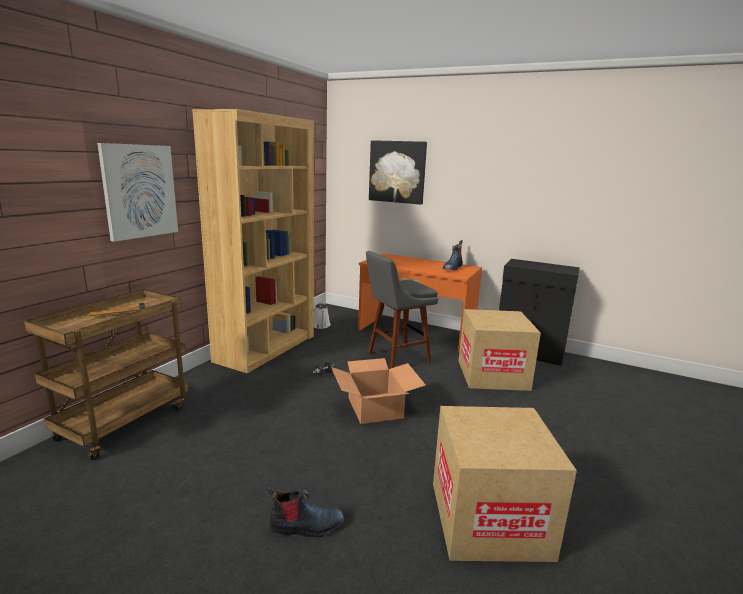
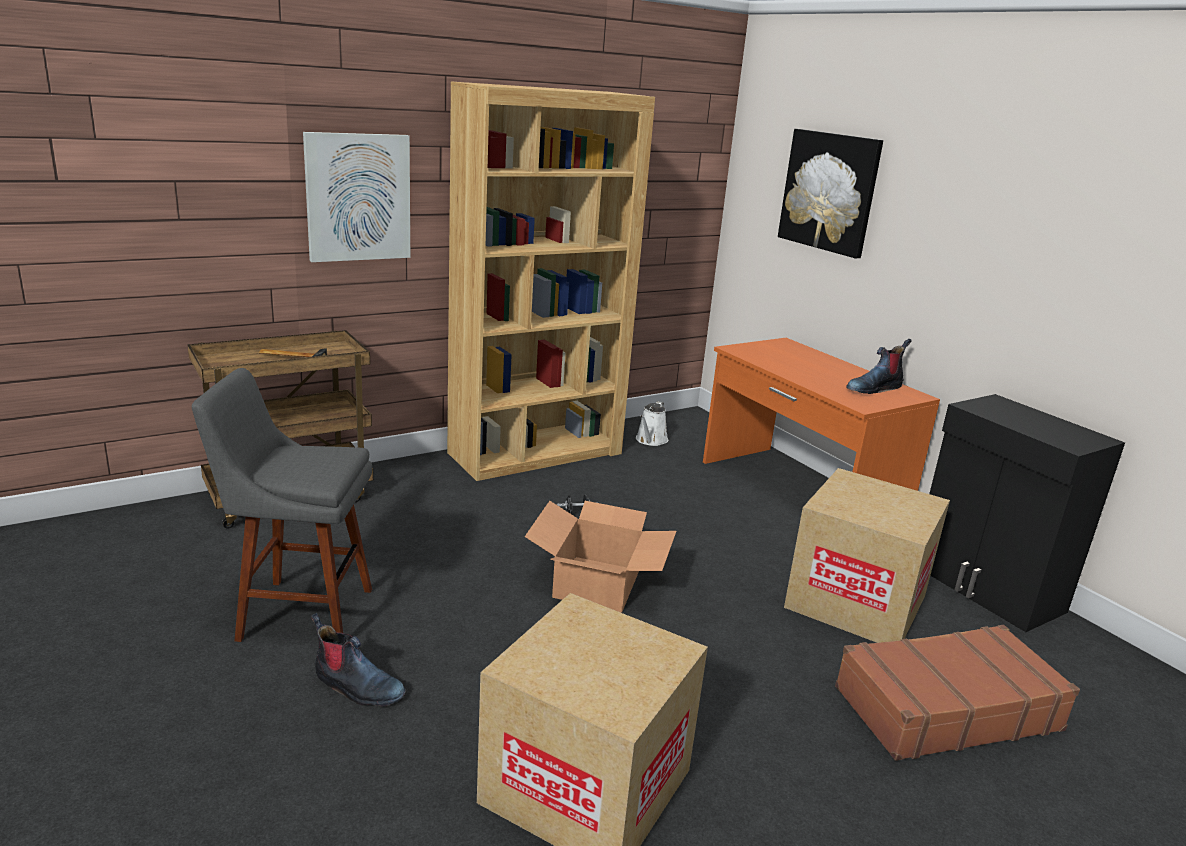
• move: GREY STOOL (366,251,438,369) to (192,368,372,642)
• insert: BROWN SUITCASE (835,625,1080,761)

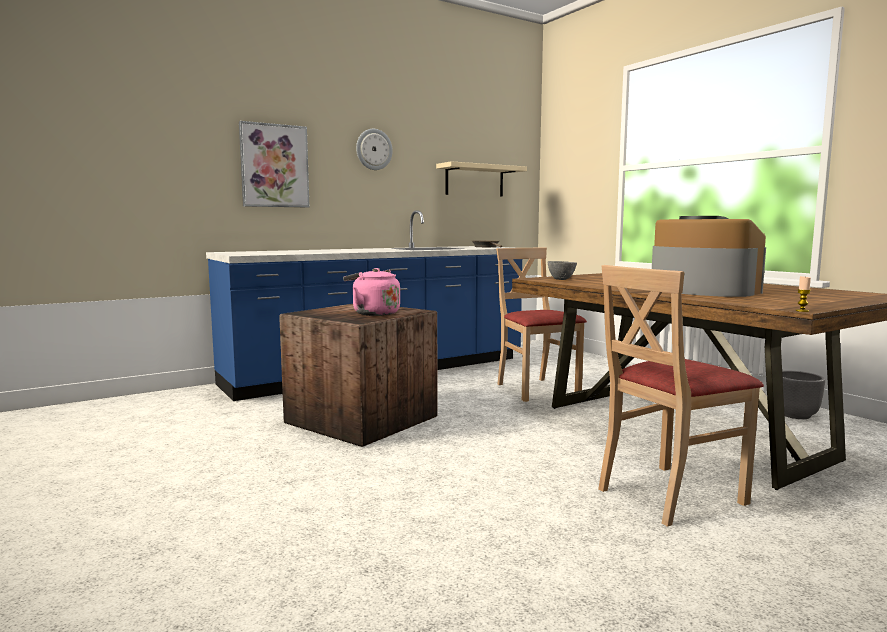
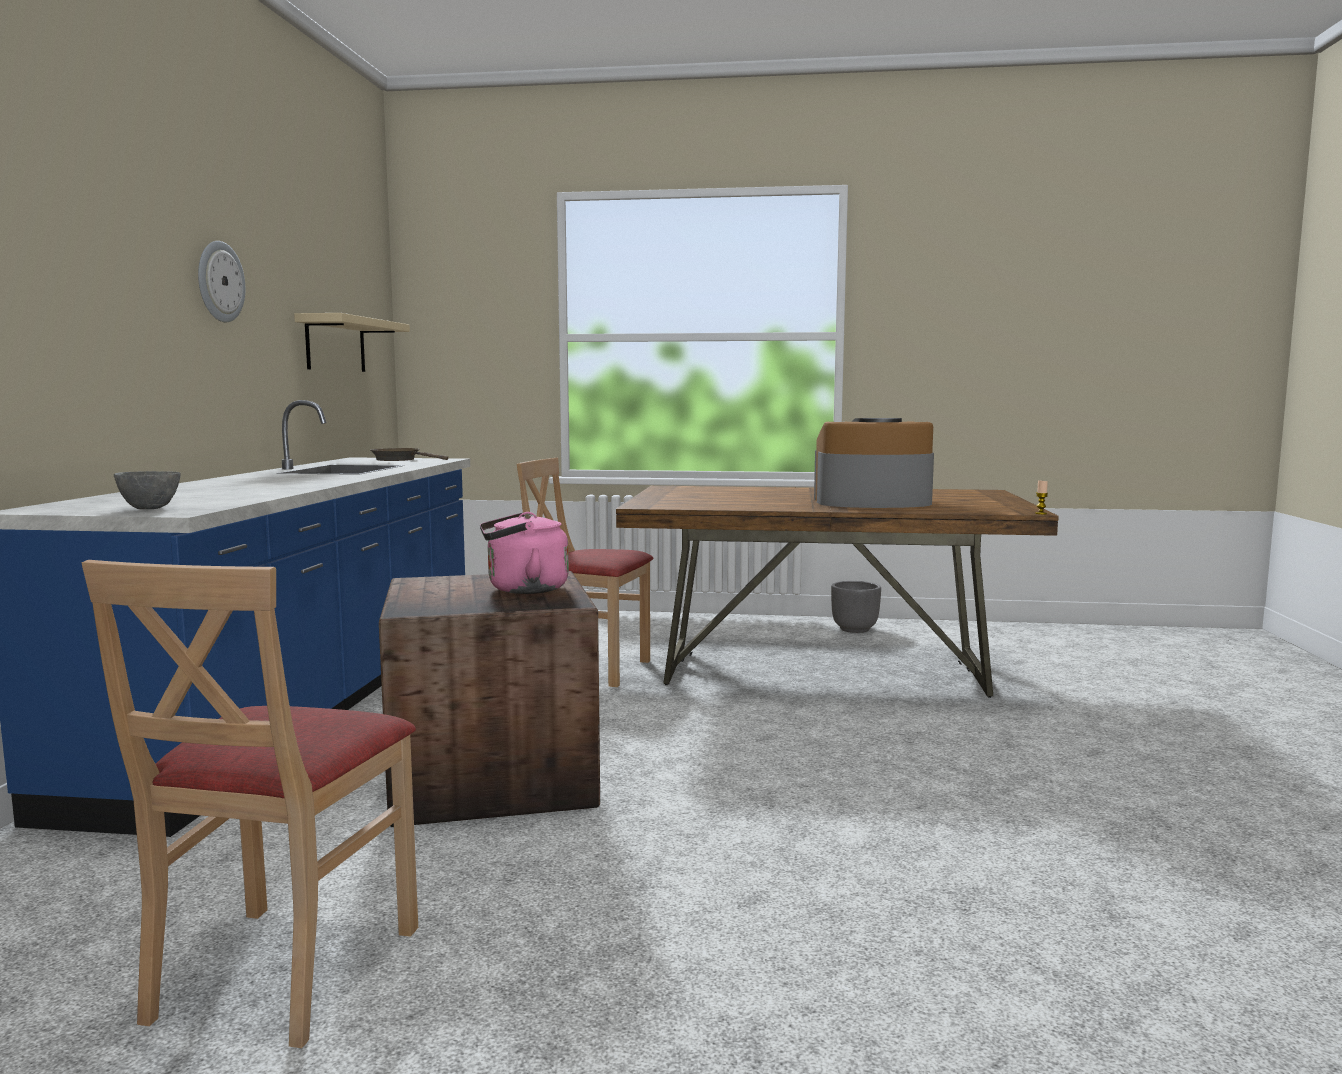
• move: BEIGE CHAIR (598,265,764,527) to (82,560,418,1048)
• move: GREY BOWL (547,261,577,280) to (114,471,181,509)
• delete: PICTURE (239,121,310,207)

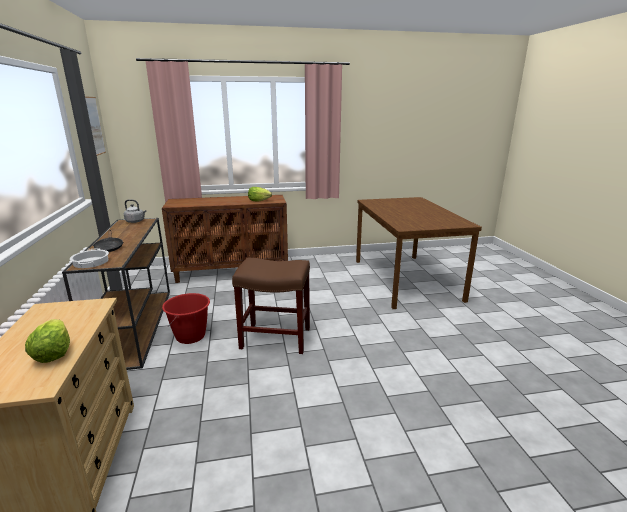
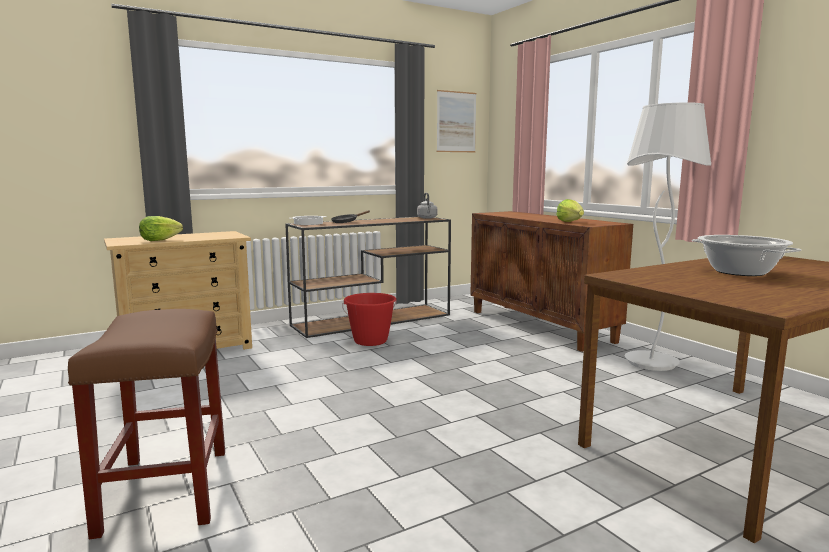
• move: BROWN STOOL (232,258,310,354) to (68,309,225,539)
• insert: WHITE FLOOR LAMP (625,102,711,371)
• insert: COOKING POT (692,235,801,276)

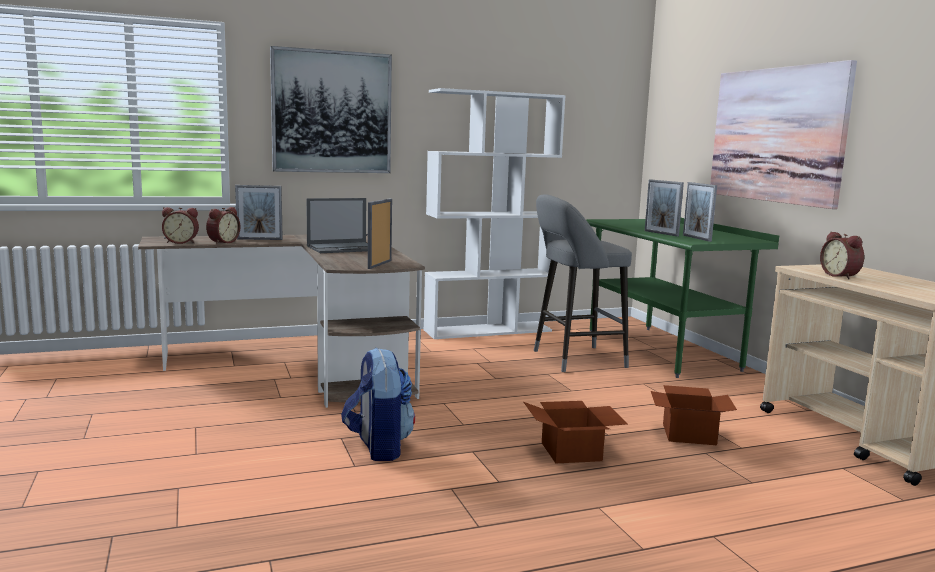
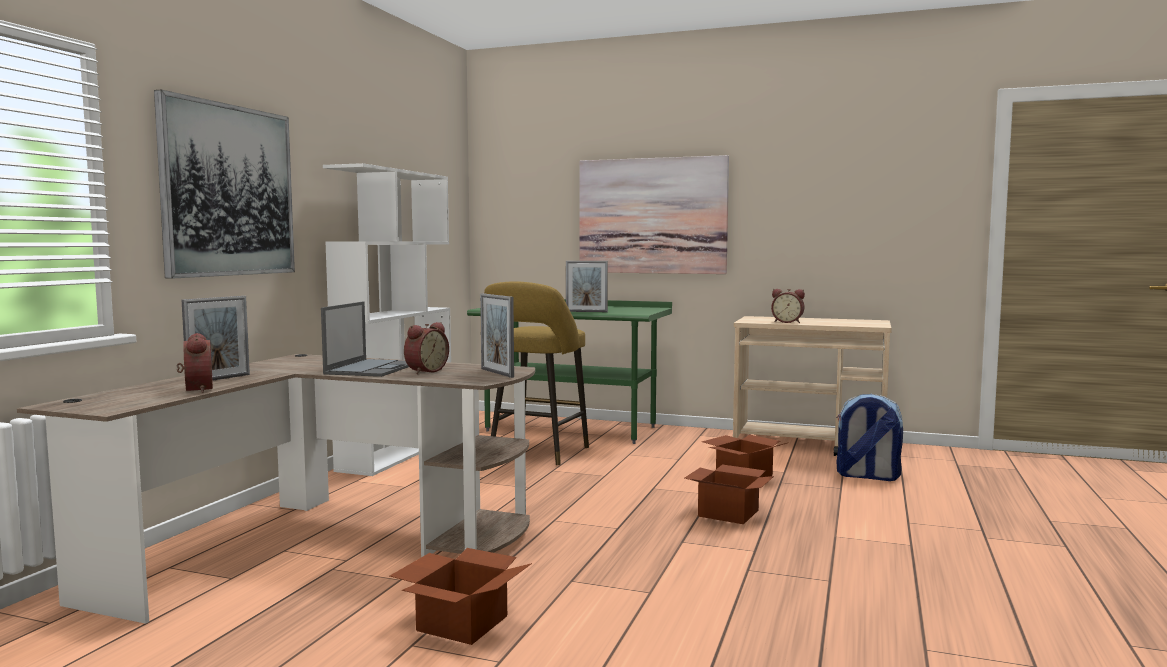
• insert: CARDBOARD BOX (390,548,532,645)
• move: ALARM CLOCK (162,207,199,244) to (404,322,449,374)
• recolor: GREY STOOL (534,194,632,372) to YELLOW STOOL (484,281,589,465)
• move: BACKPACK (341,347,415,461) to (836,394,903,481)
• delete: PICTURE FRAME (683,182,717,242)

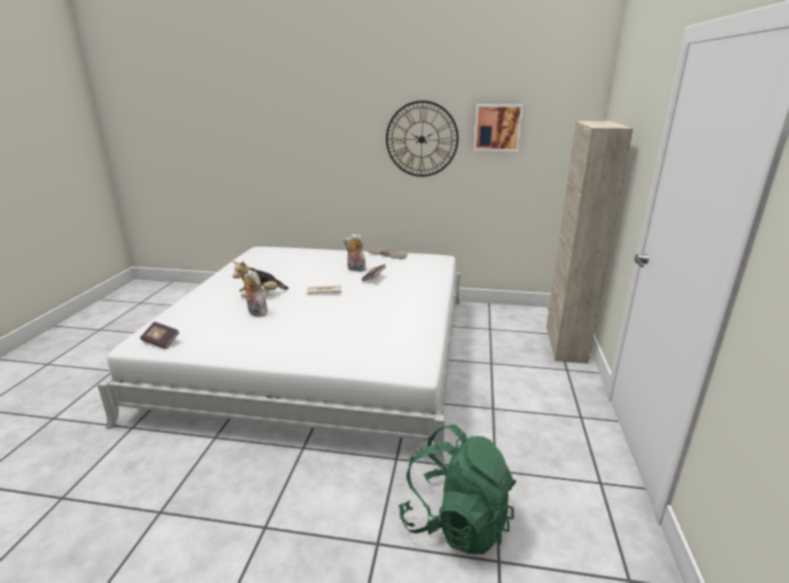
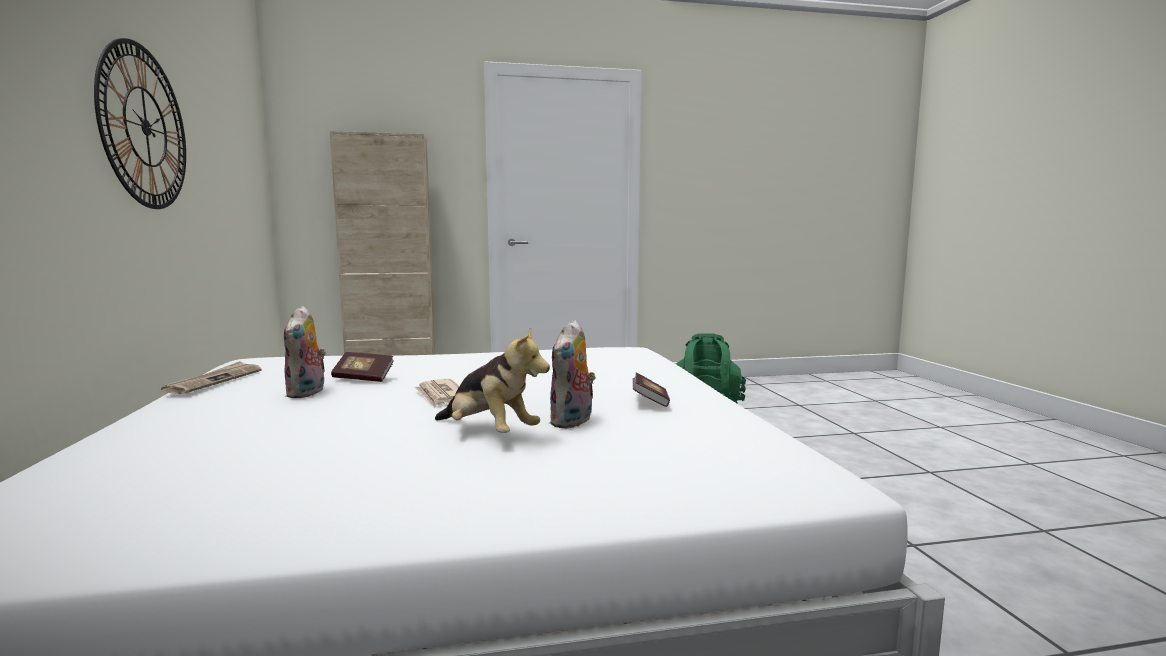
• move: BOOK (140,322,179,349) to (633,373,670,407)
• delete: PICTURE (474,104,523,151)

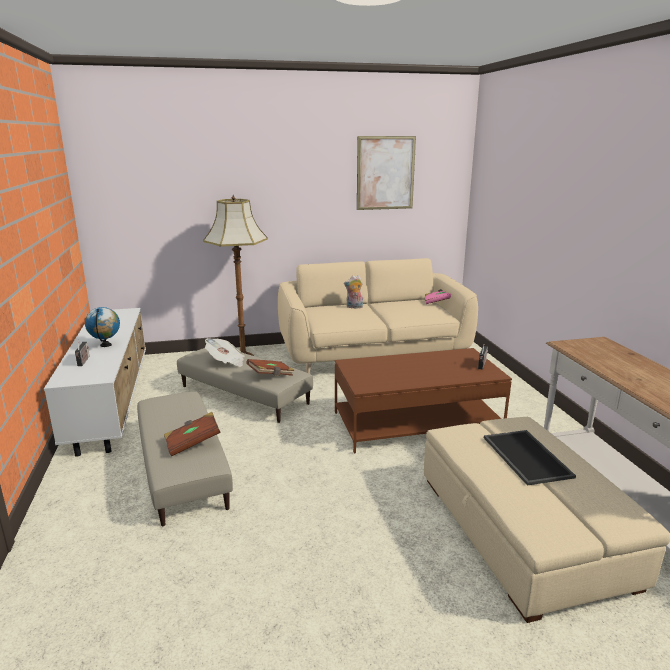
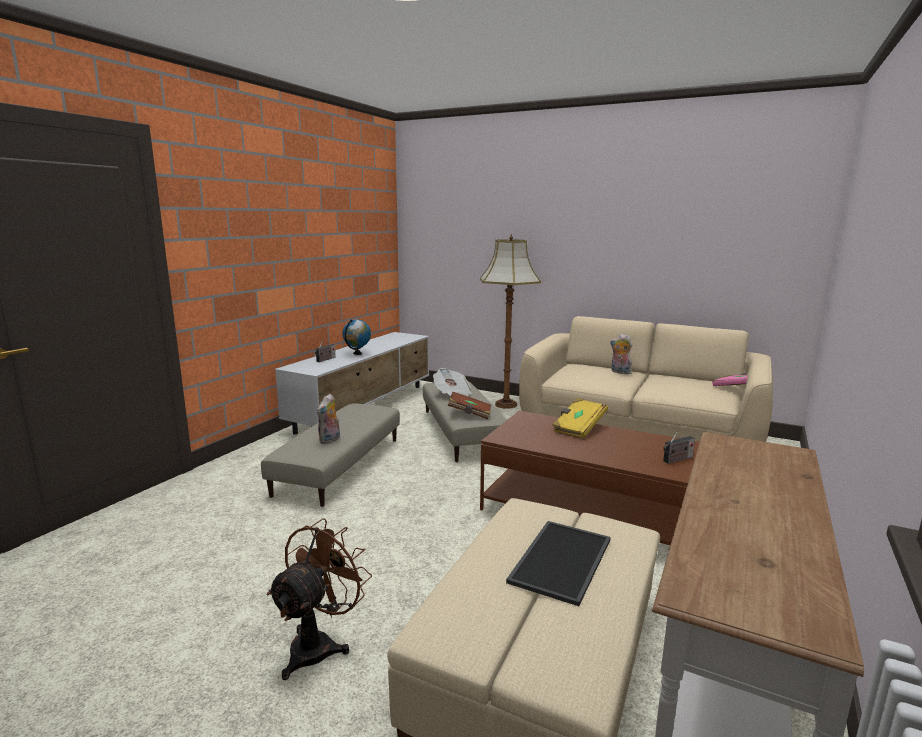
• insert: BROWN FAN (267,518,372,680)
• replace: BROWN BOOK (164,412,221,456) to PLUSH TOY (317,394,340,444)
• insert: YELLOW BOOK (552,398,608,438)
• delete: PICTURE (357,136,416,210)

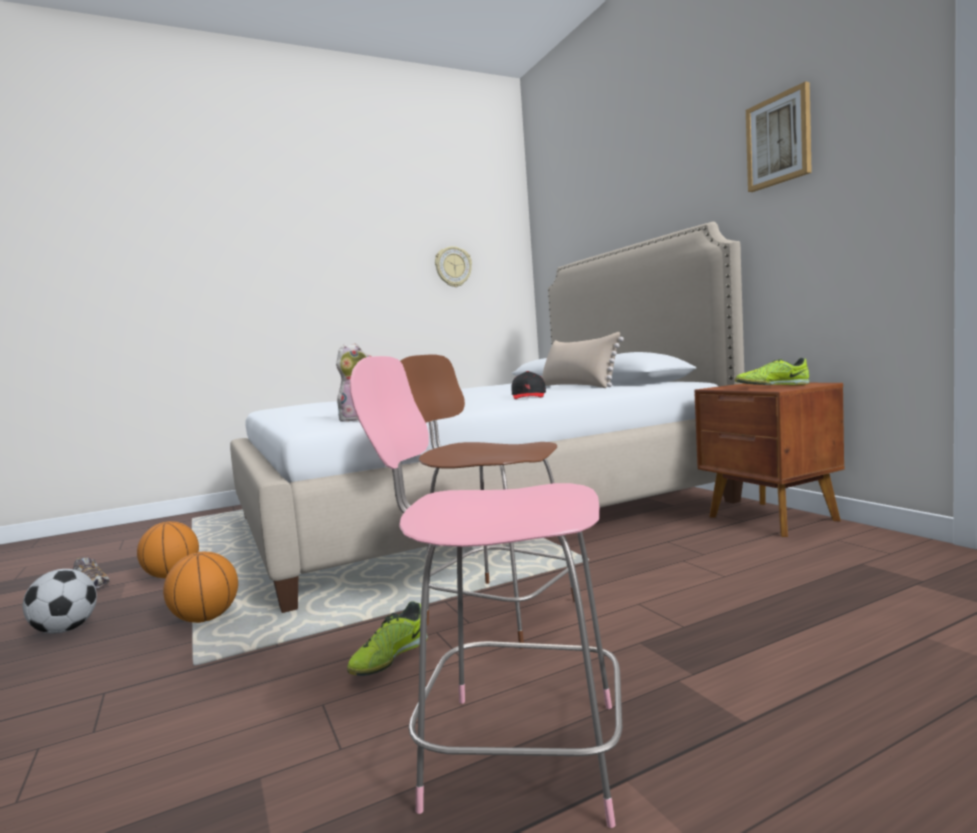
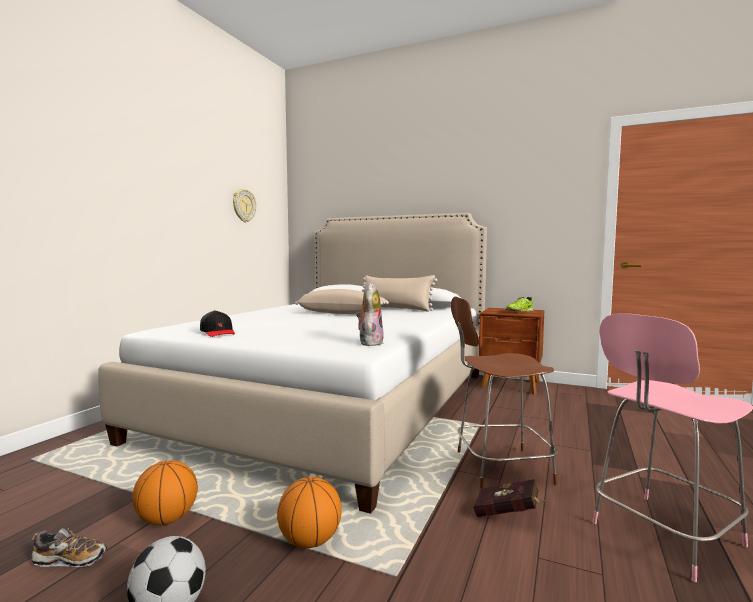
• move: BLACK CAP (511,371,546,399) to (200,310,235,337)
• insert: BEIGE PILLOW (295,289,389,314)
• replace: SHOE (347,601,428,676) to RED BOOK (473,479,548,517)
• delete: PICTURE (746,81,812,192)

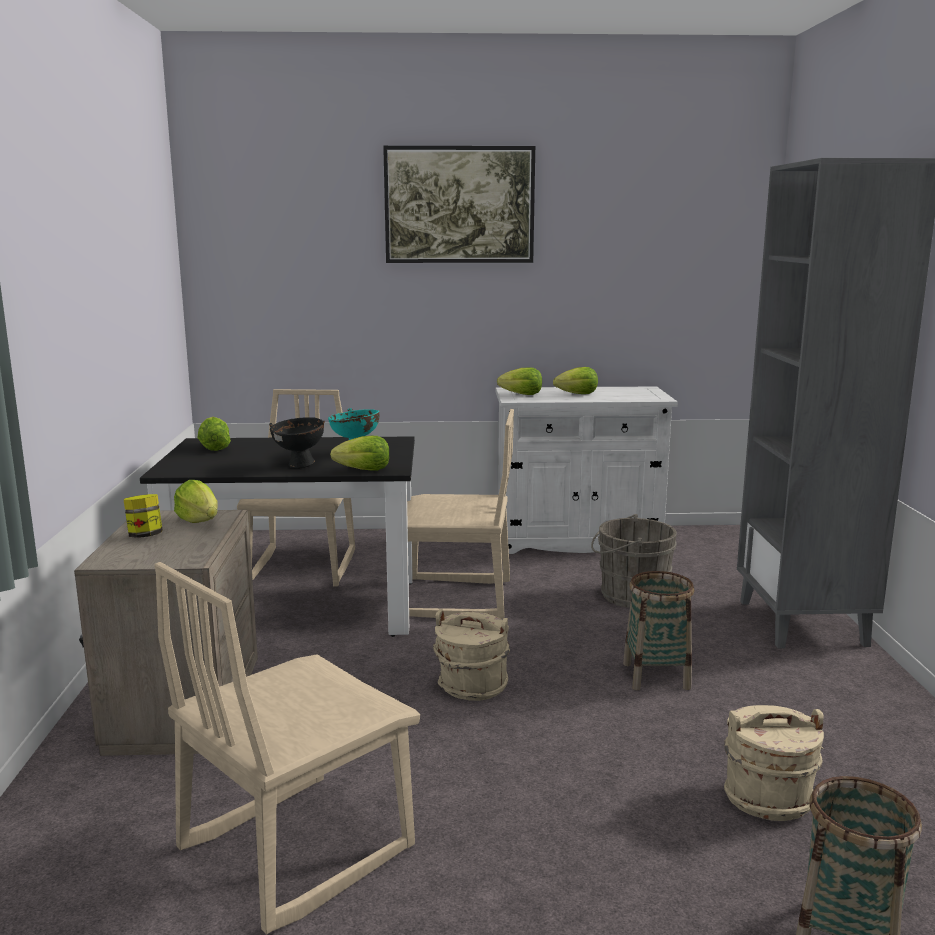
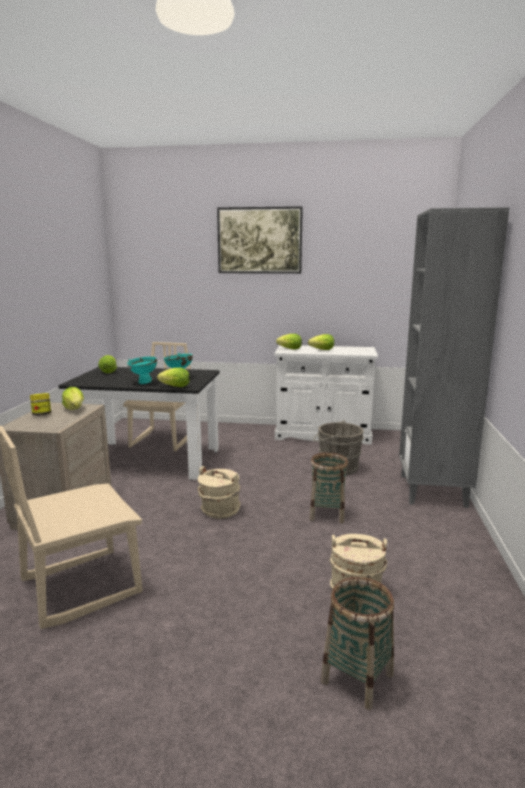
• recolor: BLACK BOWL (269,417,325,468) to TURQUOISE BOWL (127,357,157,384)
• delete: BEIGE CHAIR (407,409,514,619)

